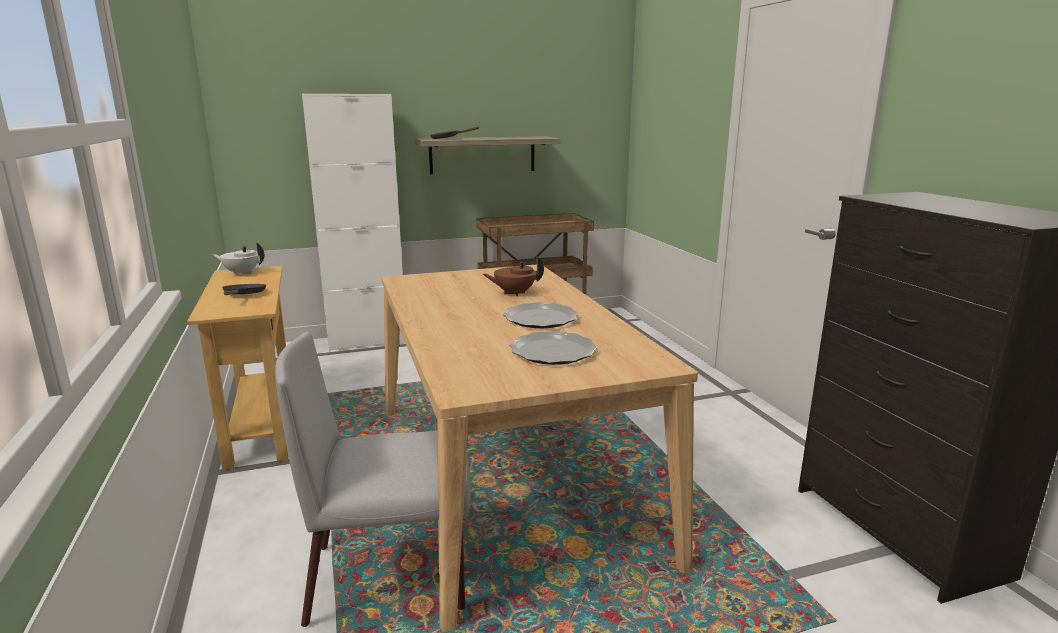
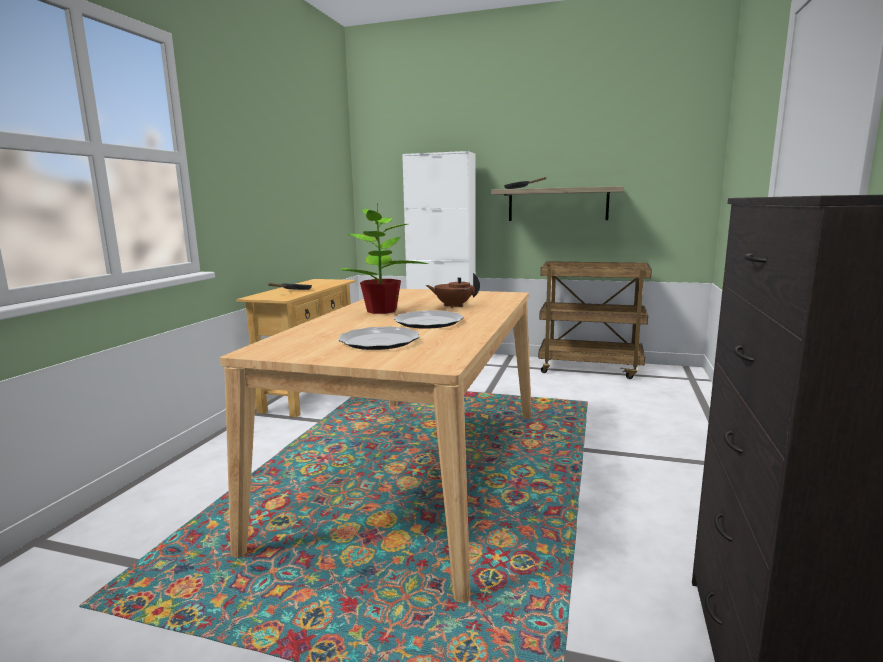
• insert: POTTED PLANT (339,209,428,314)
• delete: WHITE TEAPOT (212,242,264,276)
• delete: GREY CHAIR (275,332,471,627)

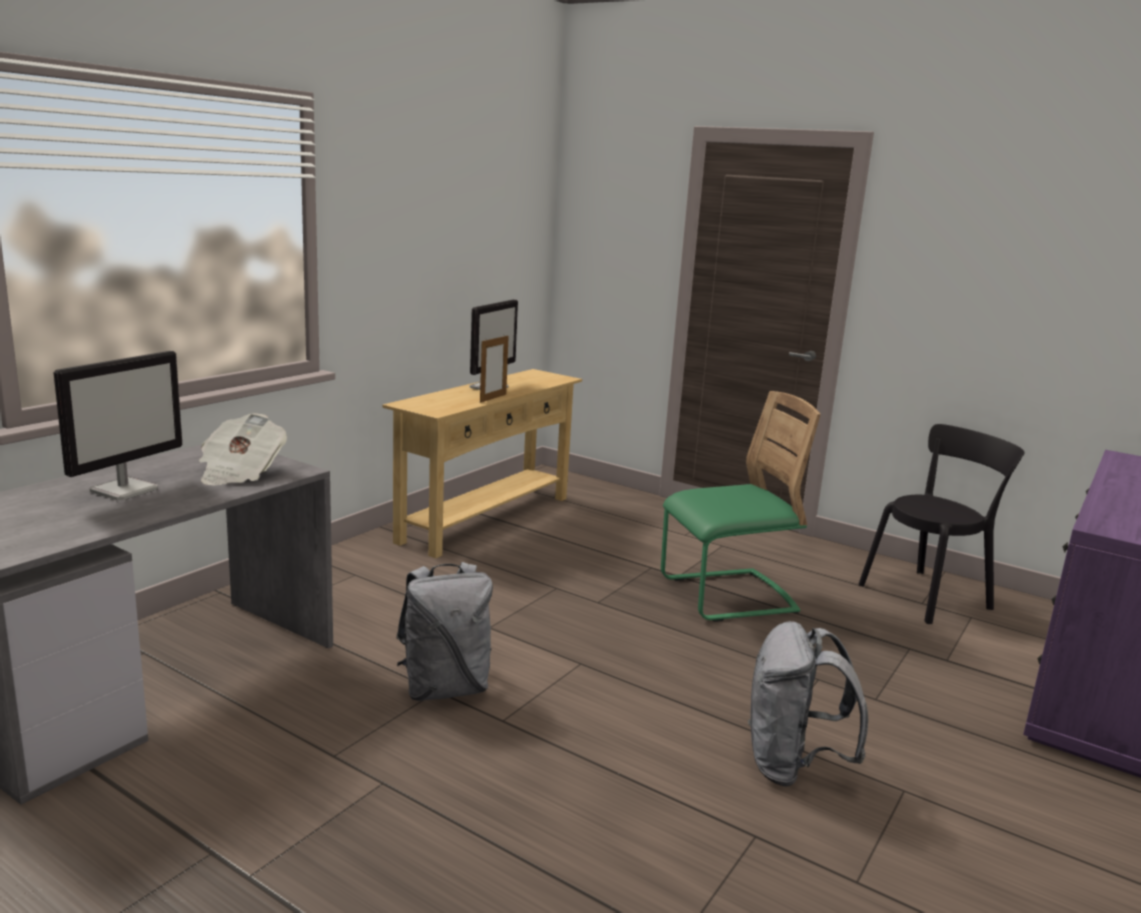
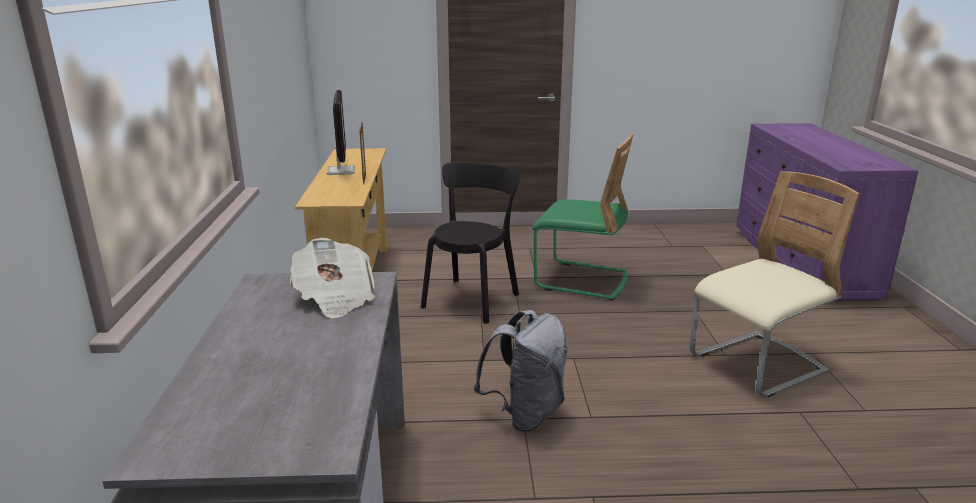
• move: BLACK CHAIR (859,424,1024,624) to (421,162,521,324)
• rotate: GREEN CHAIR (661,391,821,622) = (532,133,634,301) 75 degrees clockwise
• replace: GREY BACKPACK (748,621,868,787) to BEIGE CHAIR (690,171,860,397)
• delete: MONITOR (54,351,182,500)

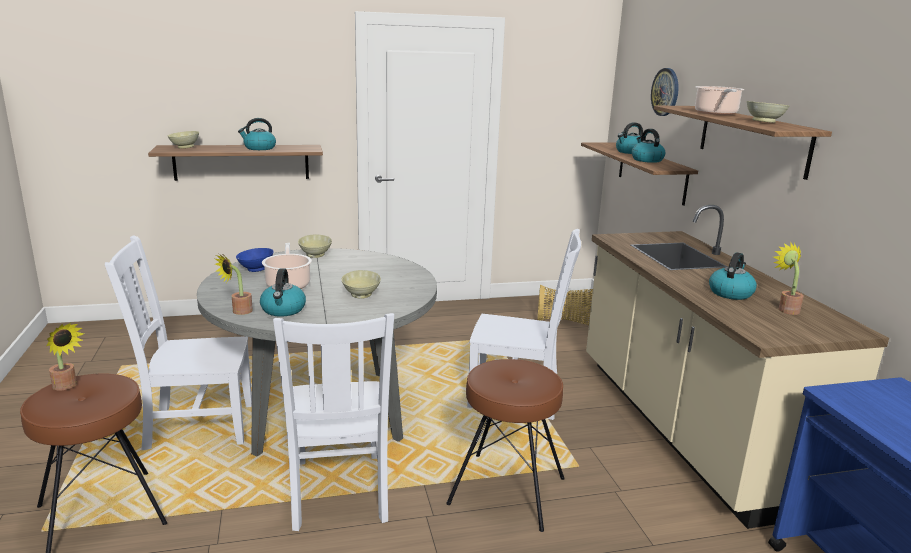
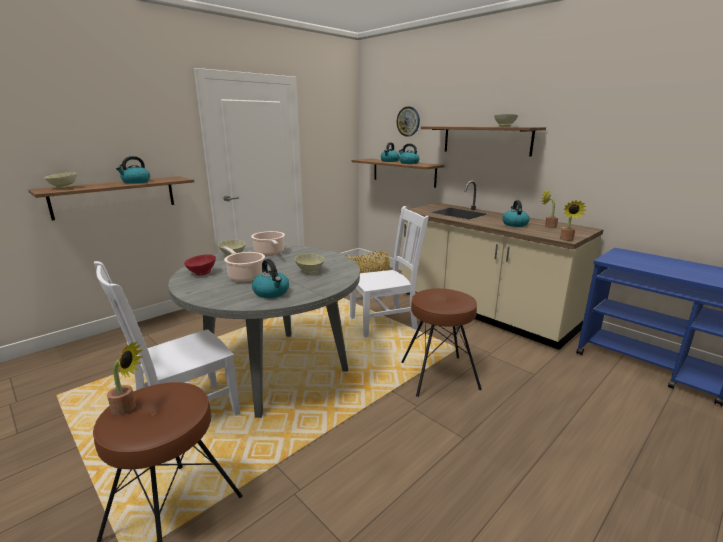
• recolor: BLUE BOWL (236,248,274,272) to RED BOWL (184,254,216,275)
• move: COOKING POT (695,86,745,115) to (251,231,285,256)
• move: POTTED PLANT (215,254,253,315) to (560,200,587,241)
• delete: WHITE CHAIR (273,313,394,531)

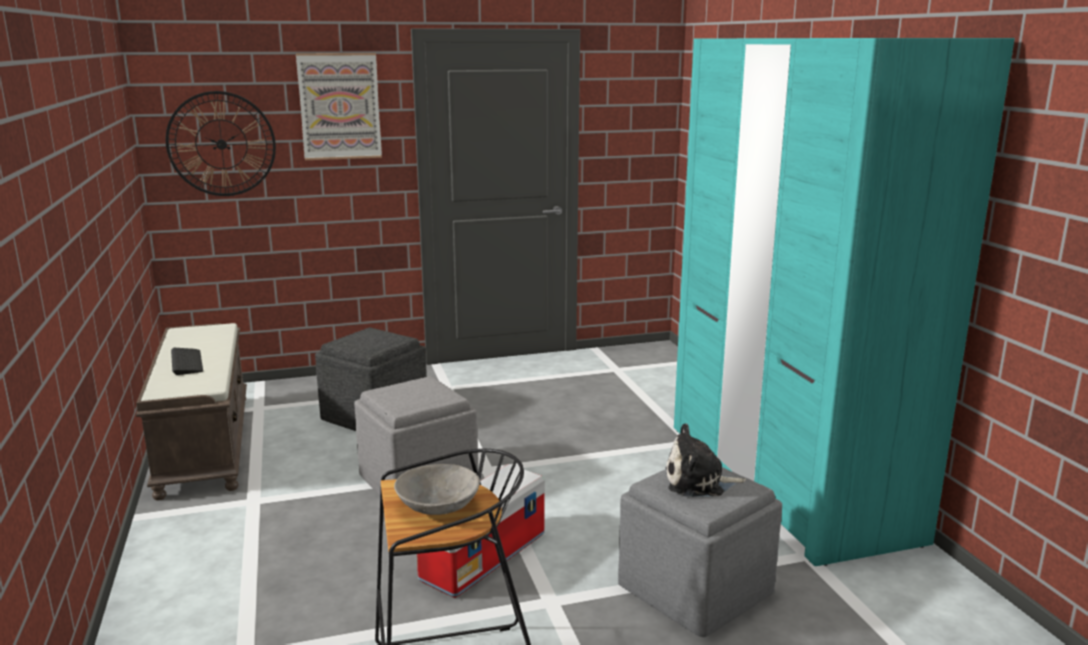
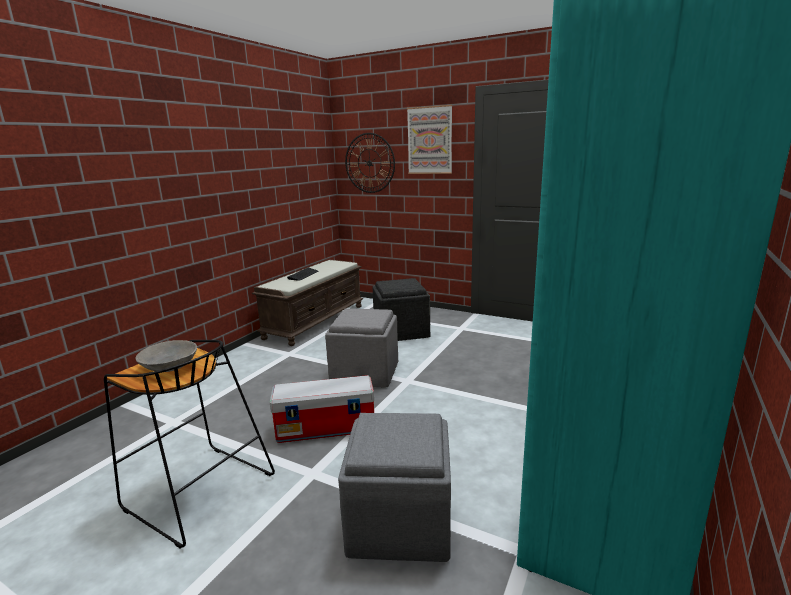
• delete: PLUSH TOY (666,423,746,497)

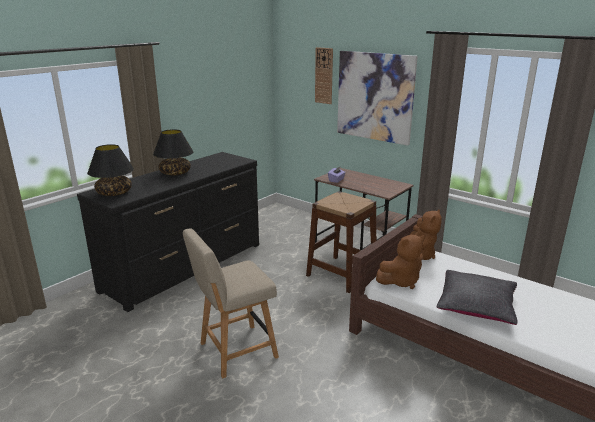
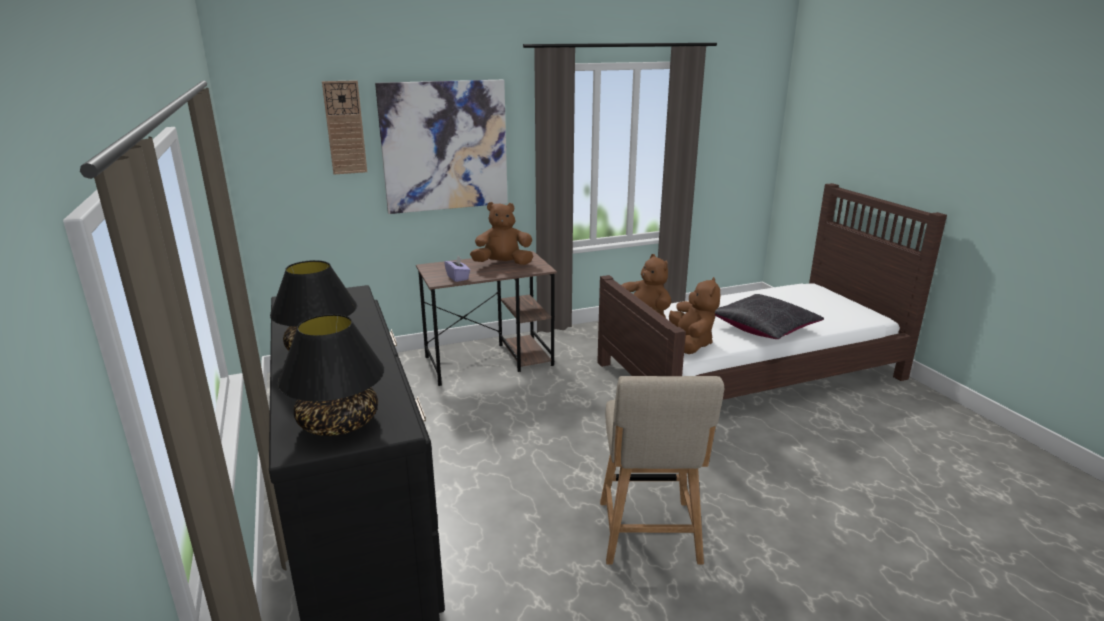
• insert: BROWN PLUSH TOY (470,202,533,265)
• delete: BROWN STOOL (306,191,376,293)

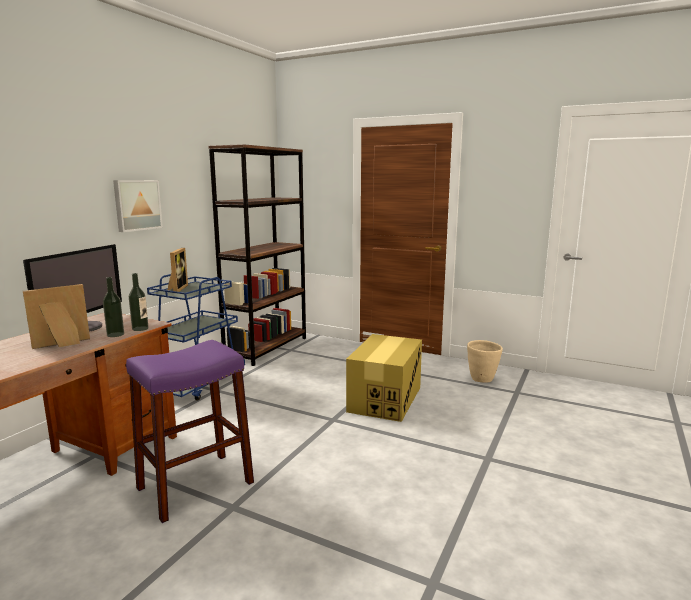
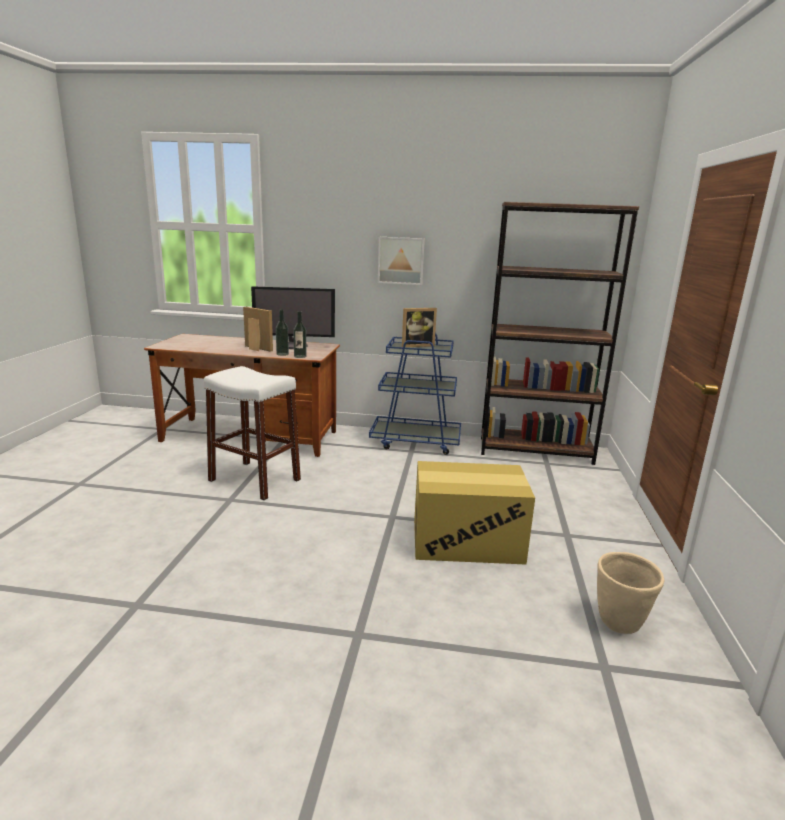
• recolor: PURPLE STOOL (126,340,254,523) to WHITE STOOL (204,366,301,500)

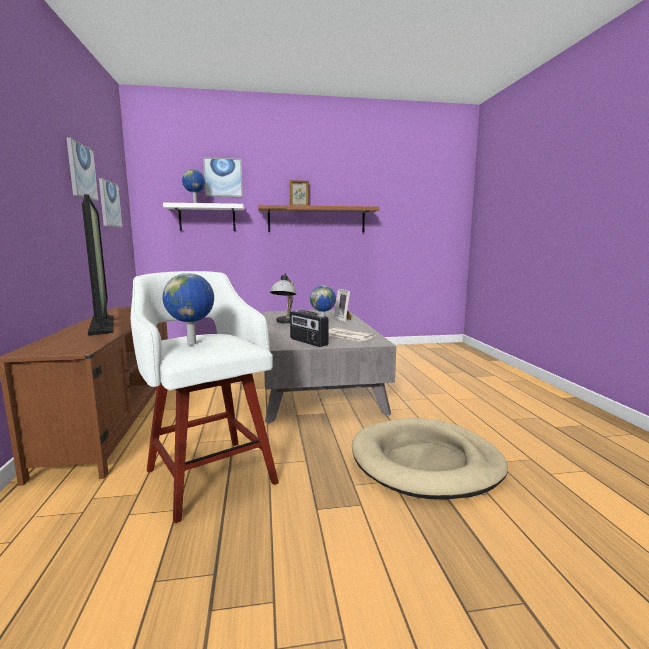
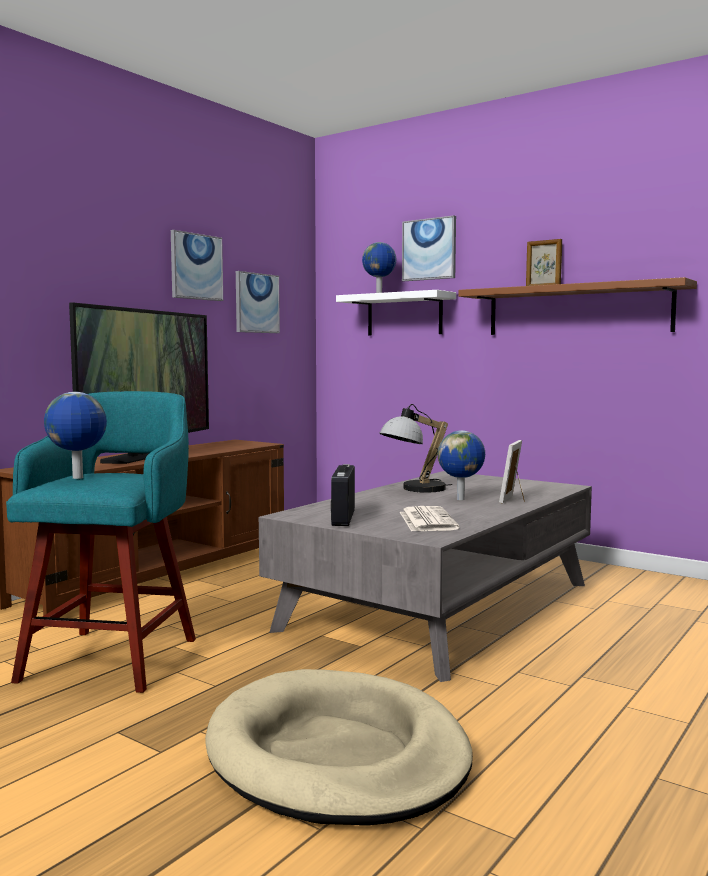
• recolor: WHITE STOOL (131,271,279,523) to TURQUOISE STOOL (6,391,196,693)

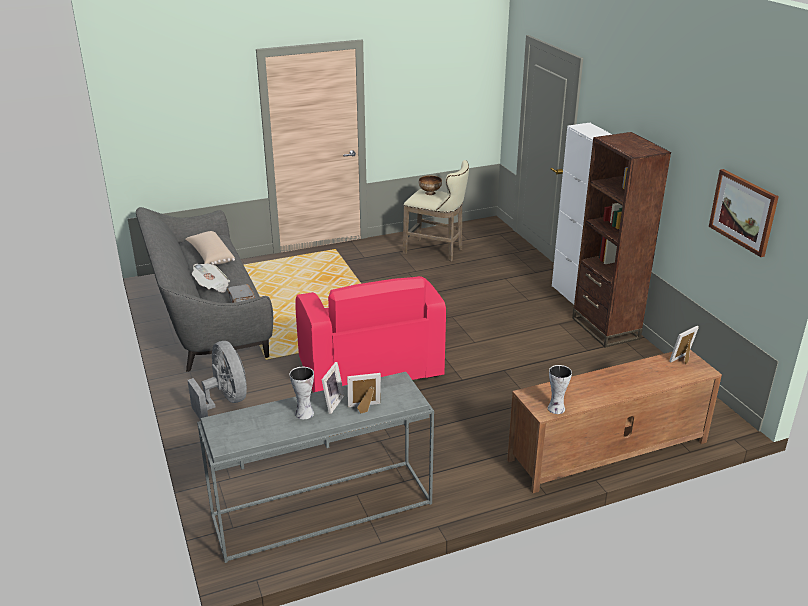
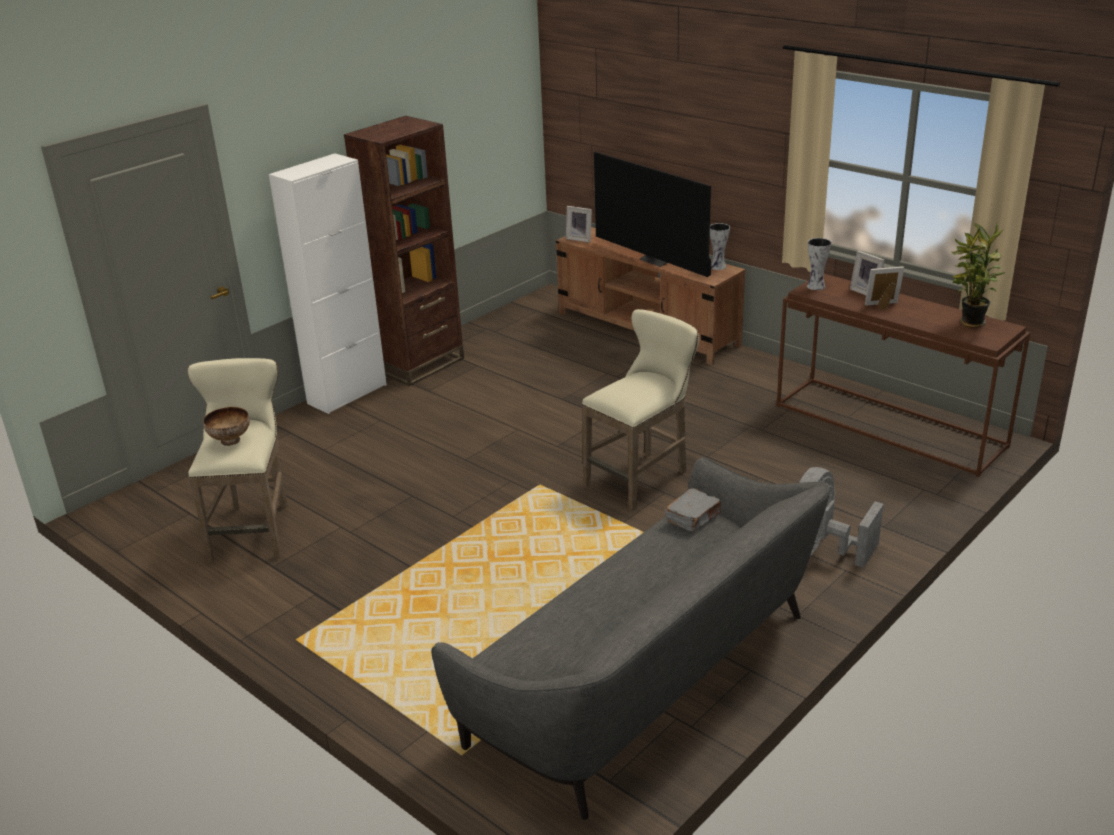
• replace: PINK ARMCHAIR (295,276,446,393) to BEIGE STOOL (582,309,699,511)
• insert: TELEVISION (594,152,711,277)
• recolor: GREY CONSOLE TABLE (197,372,434,563) to BROWN CONSOLE TABLE (777,274,1030,477)
• move: VASE (289,367,314,419) to (807,238,832,290)
• insert: POTTED PLANT (952,222,1005,328)
• delete: BEIGE PILLOW (186,231,235,265)
• delete: NEWSPAPER (192,264,230,293)
• delete: PICTURE (709,169,779,257)

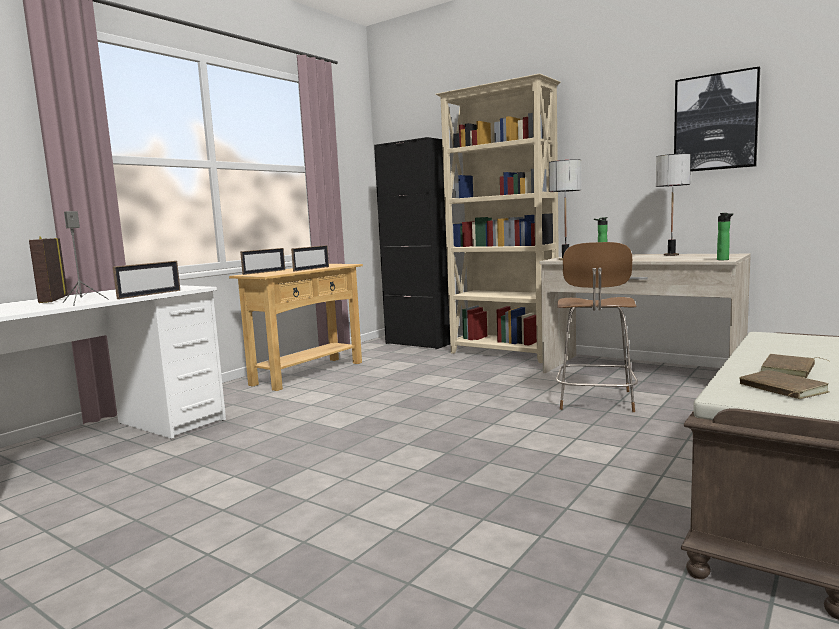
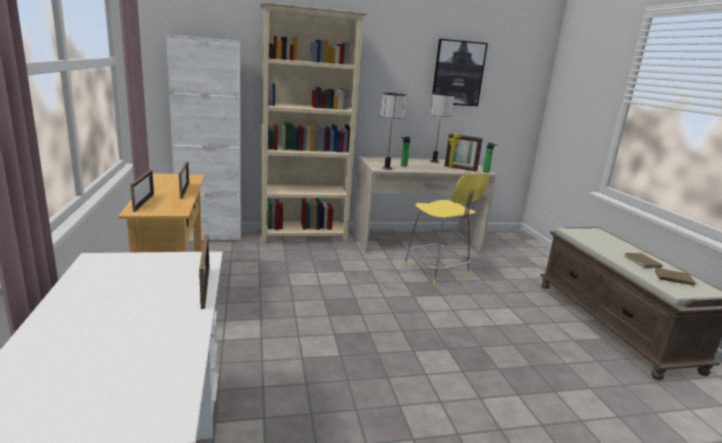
• recolor: BLACK CABINET (374,137,450,349) to WHITE CABINET (166,34,241,241)
• recolor: BROWN STOOL (556,242,638,412) to YELLOW STOOL (404,173,489,286)
• move: PICTURE FRAME (29,237,68,303) to (445,134,483,171)
• delete: GREY SPEAKER (63,211,109,306)

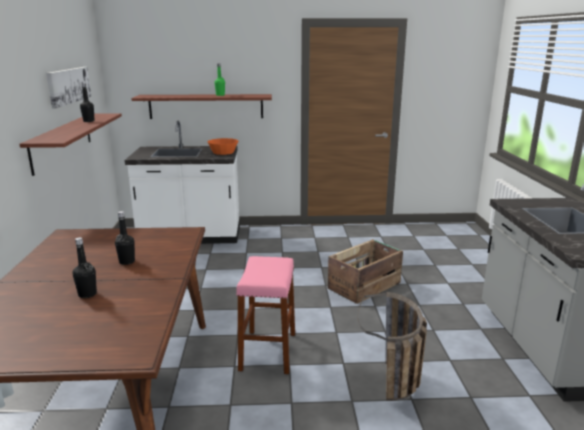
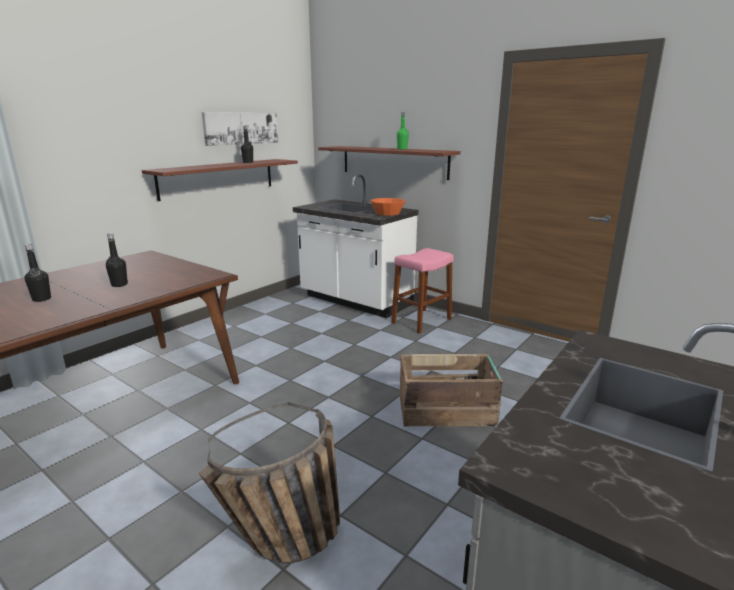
• move: PINK STOOL (236,256,295,374) to (391,248,454,334)

